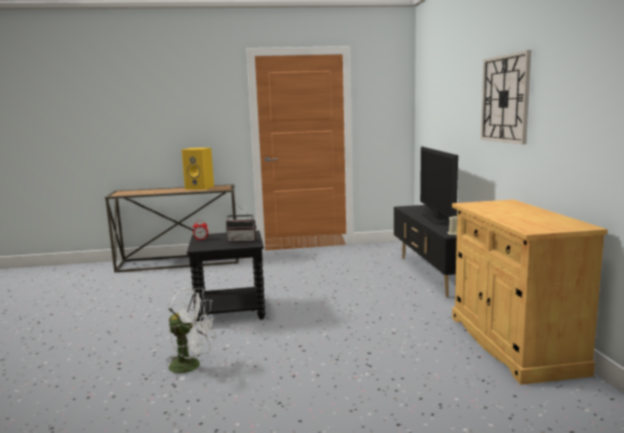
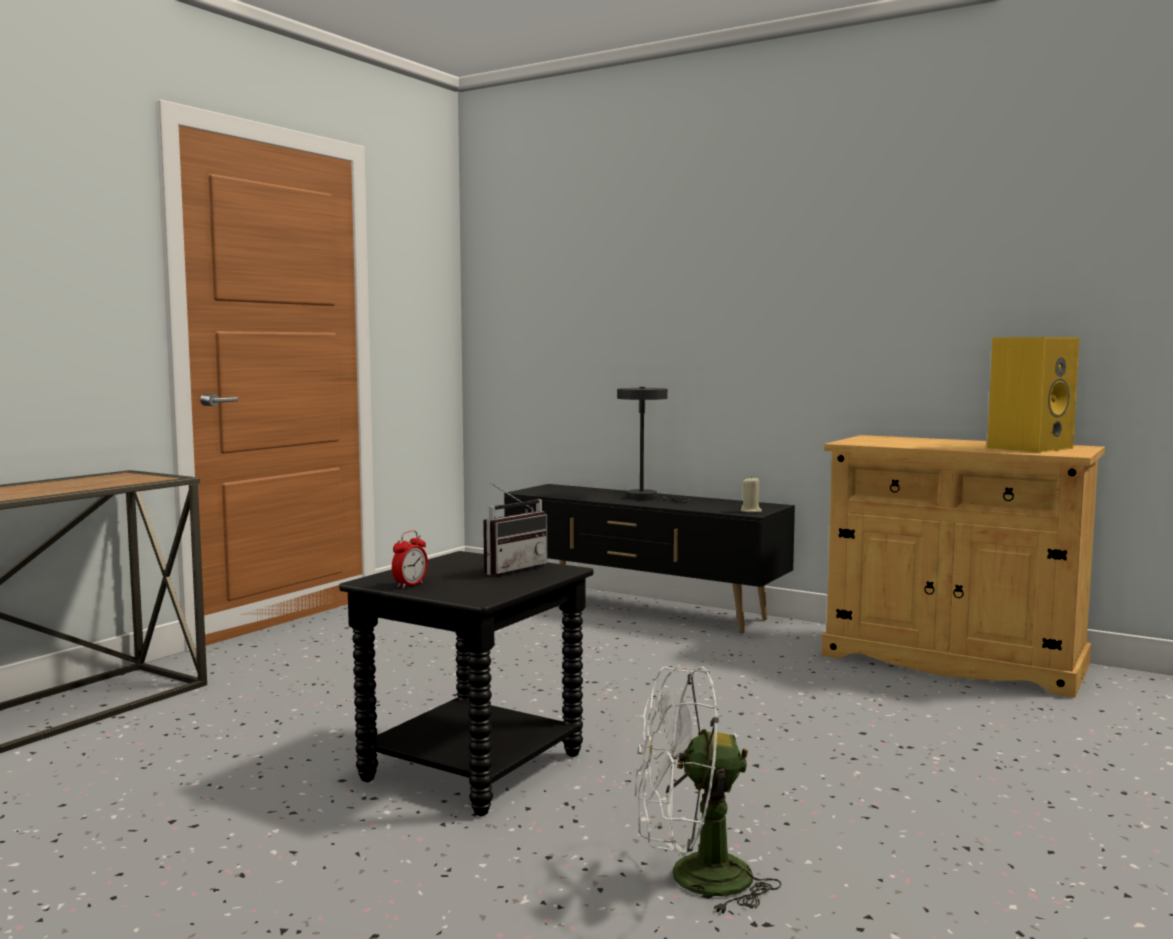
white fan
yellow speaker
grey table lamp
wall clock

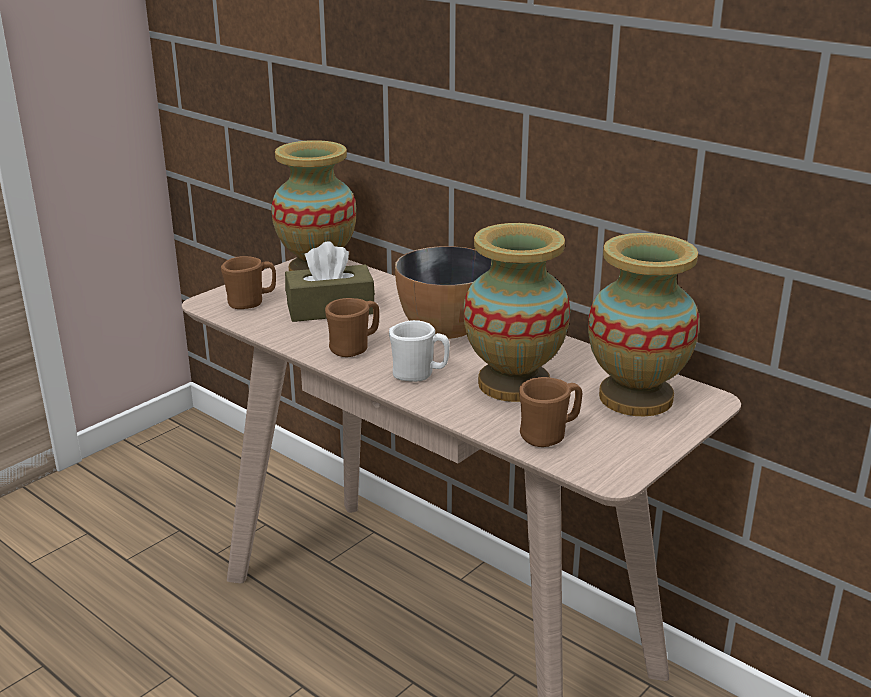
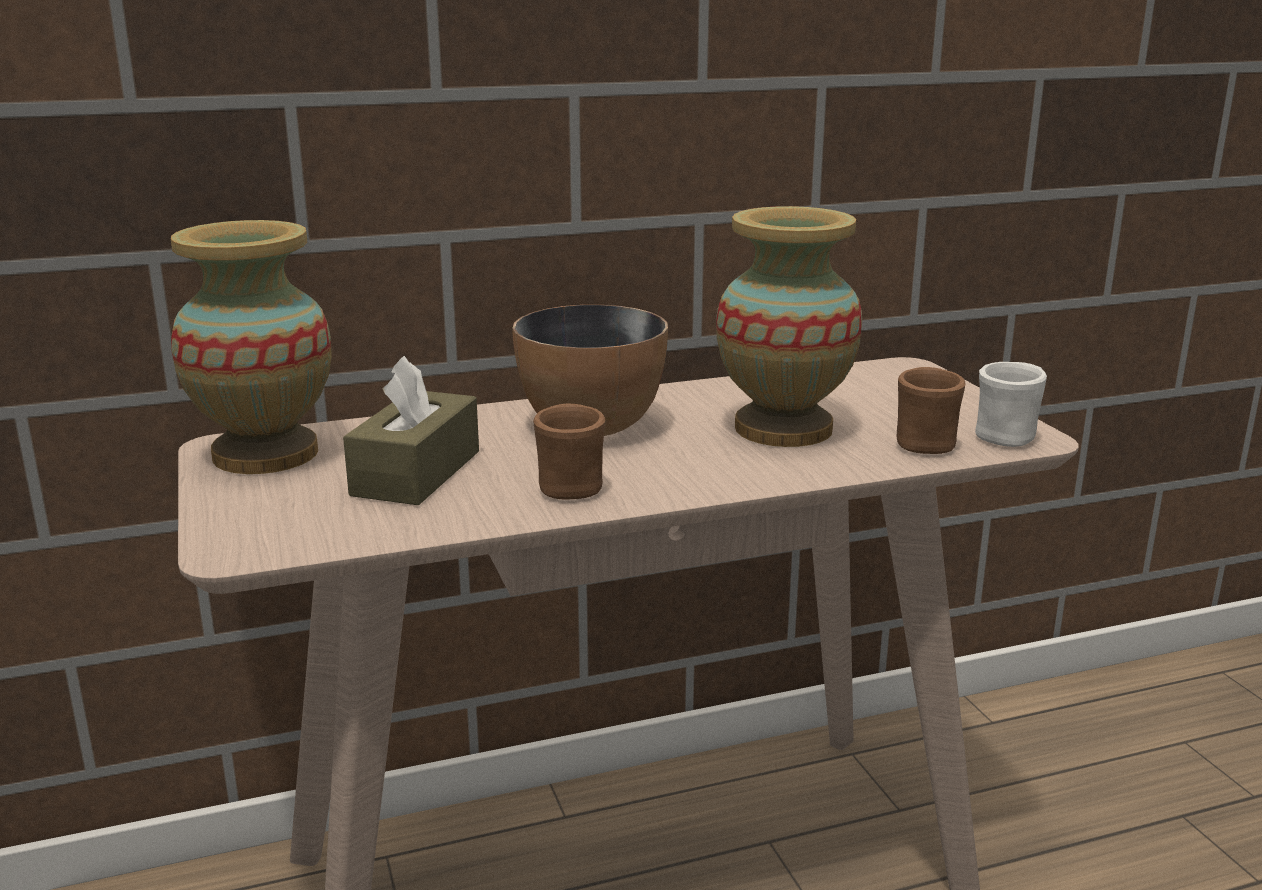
brown mug (1st from left in the first image)
white mug
vase (3rd from left in the first image)

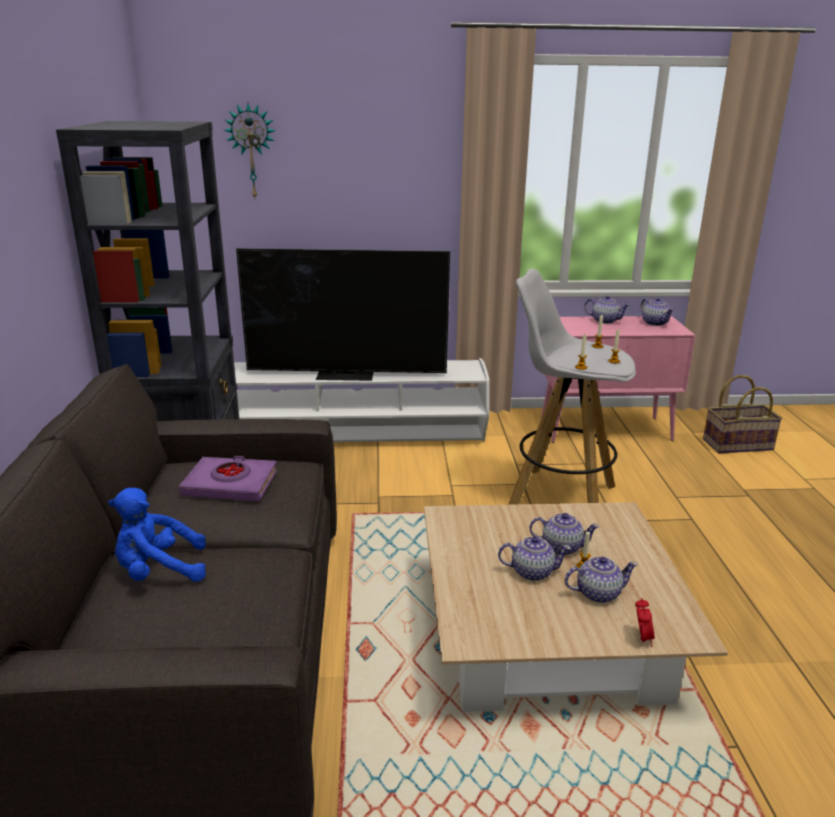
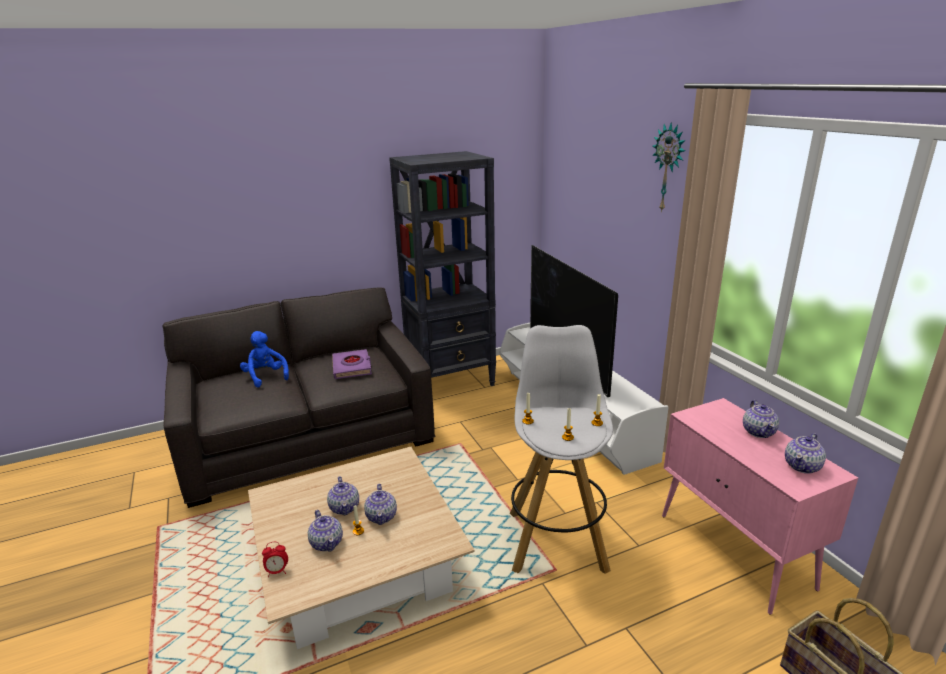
wall clock

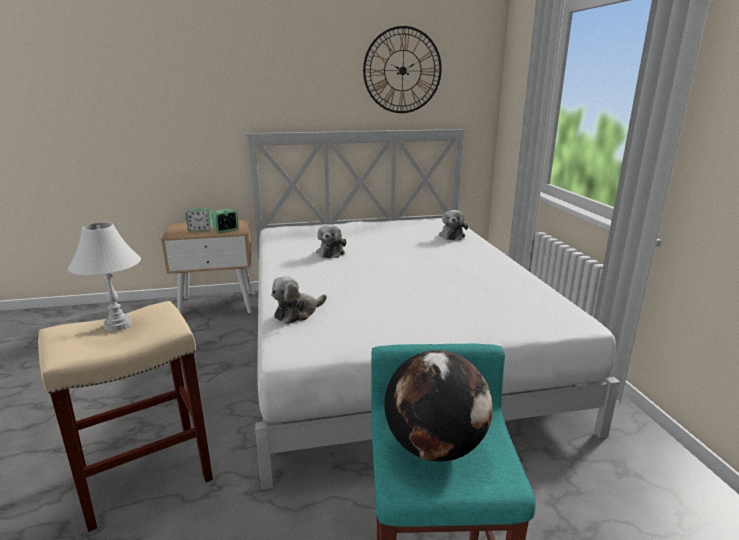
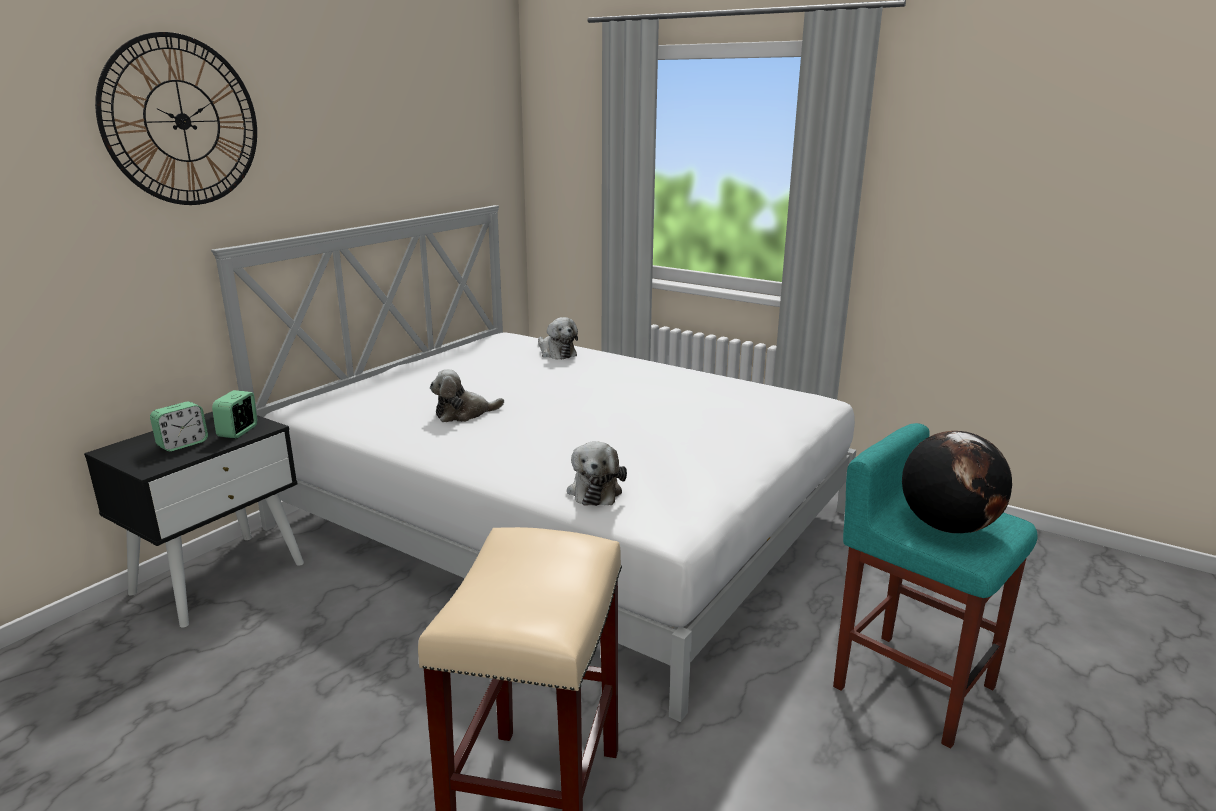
white table lamp
black nightstand
plush toy (1st from left)
wall clock

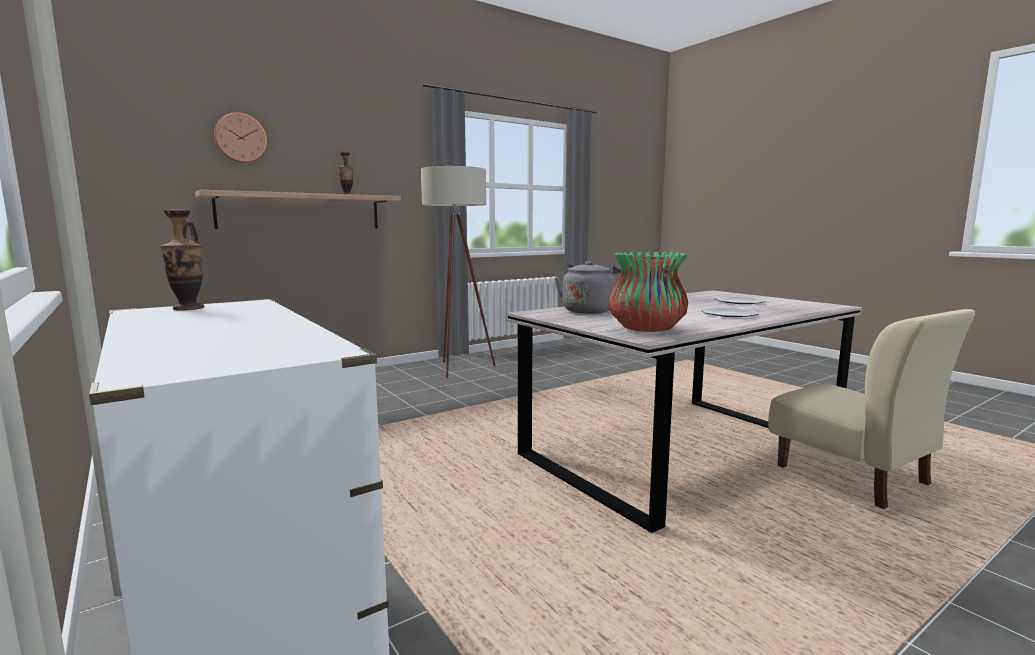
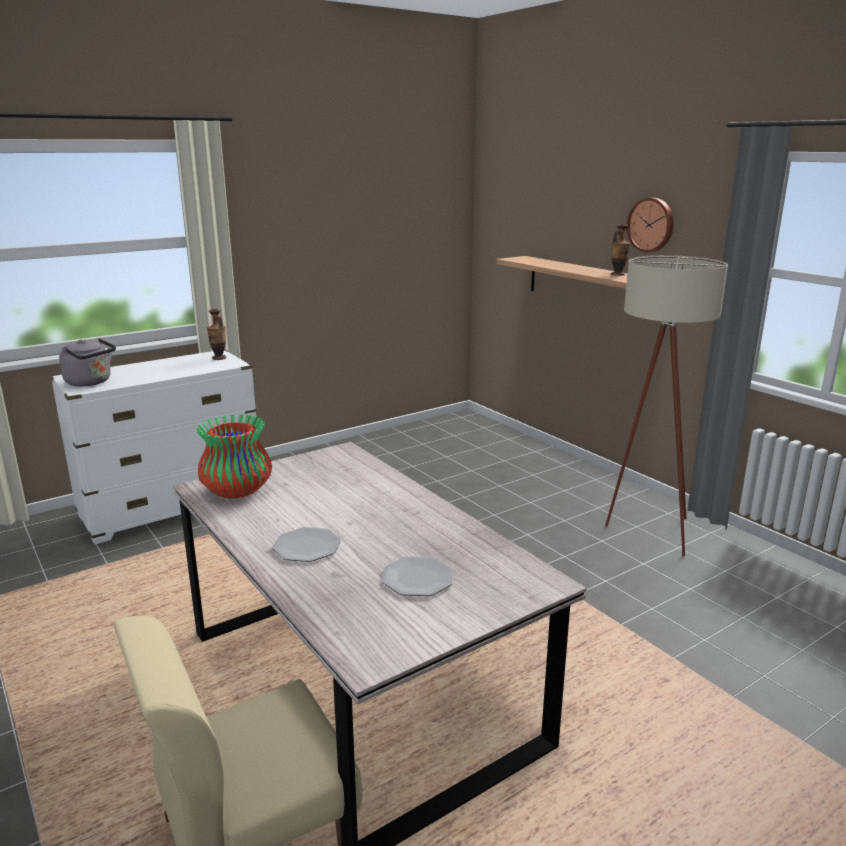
wall clock
grey kettle

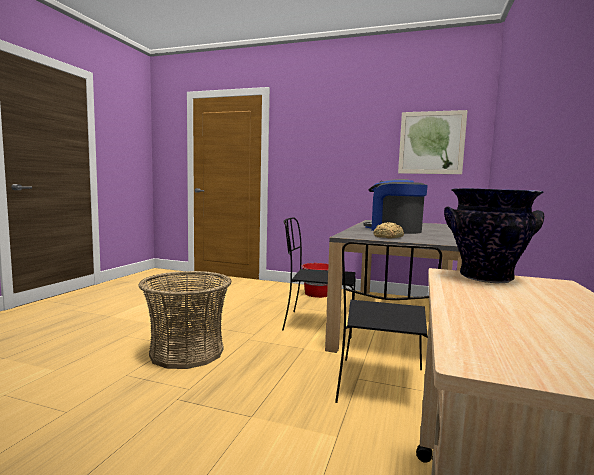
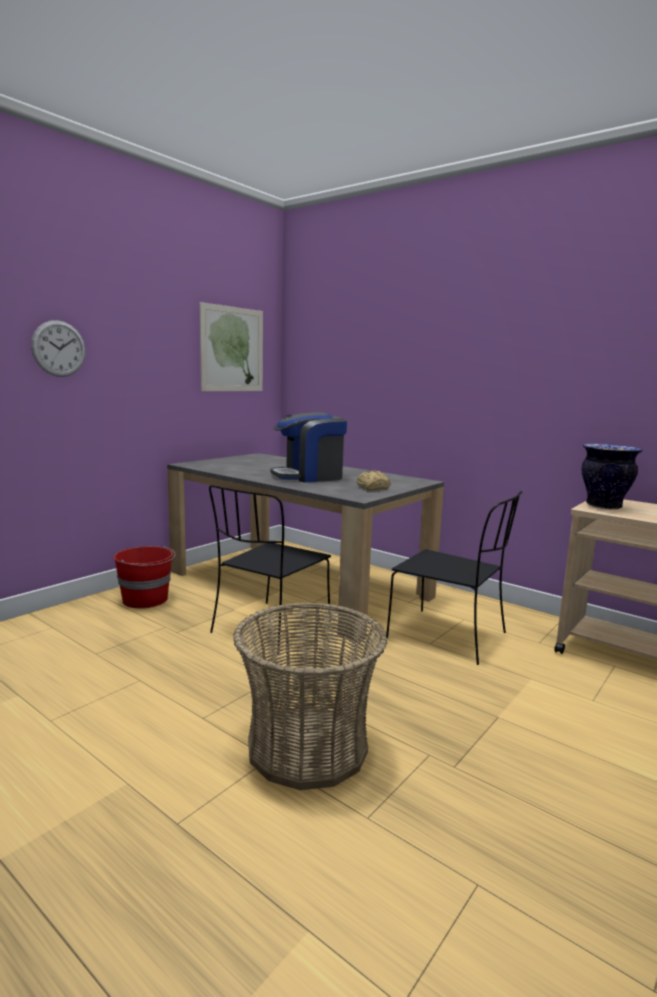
wall clock

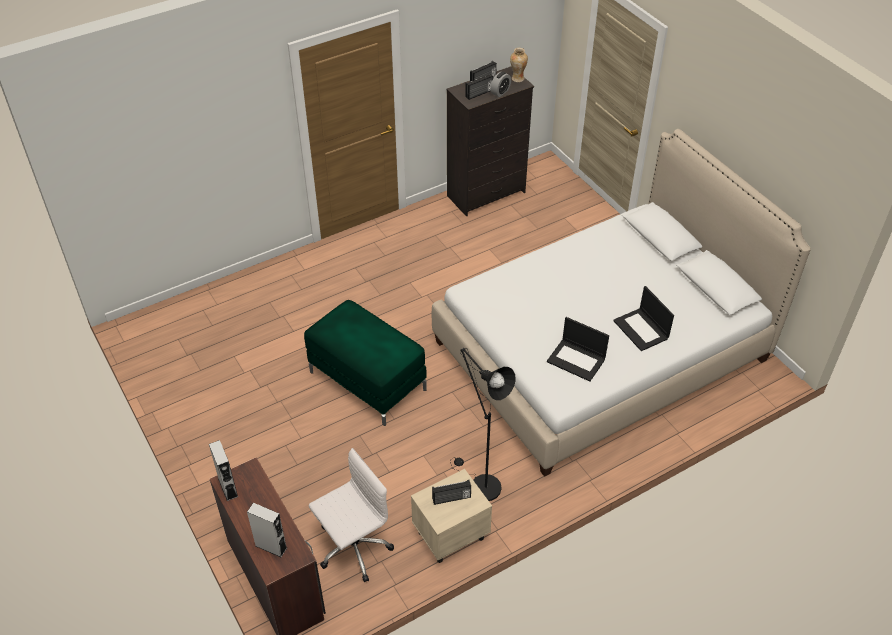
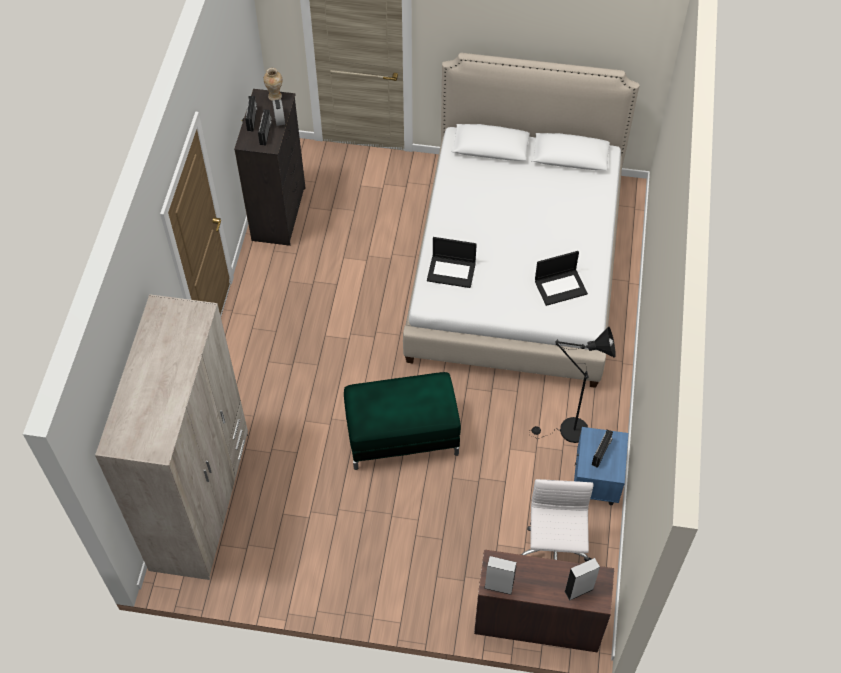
blue nightstand
laptop (1st from left)
beige wardrobe

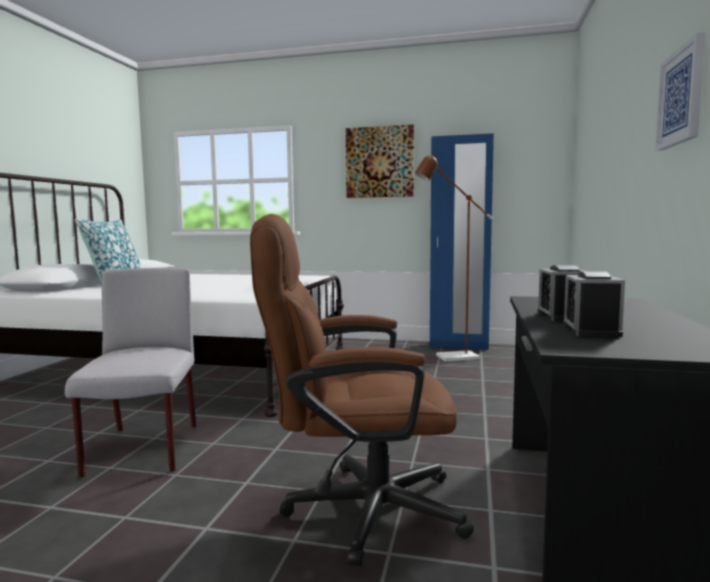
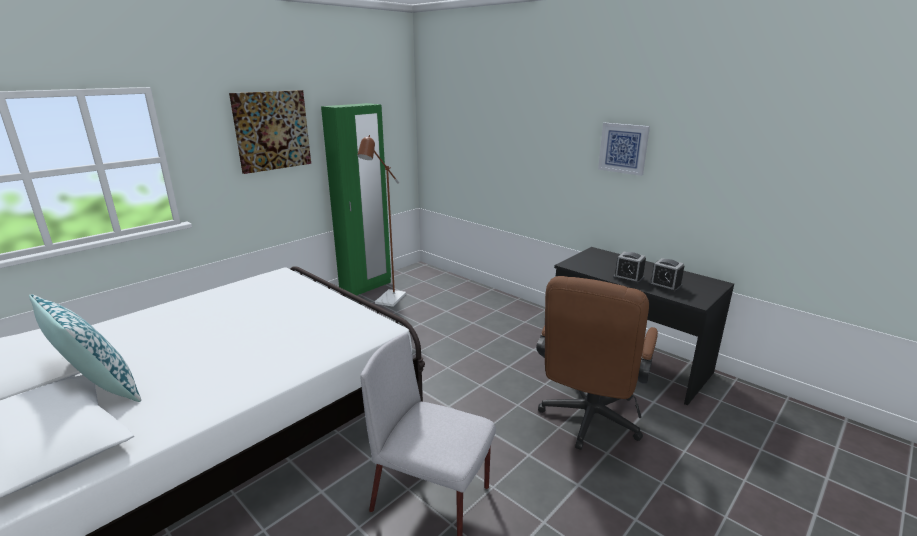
green wardrobe

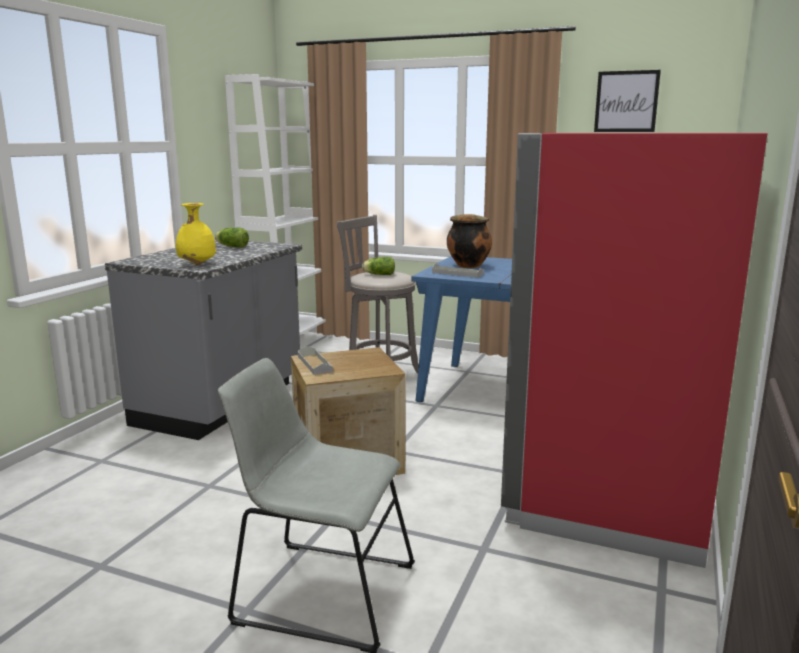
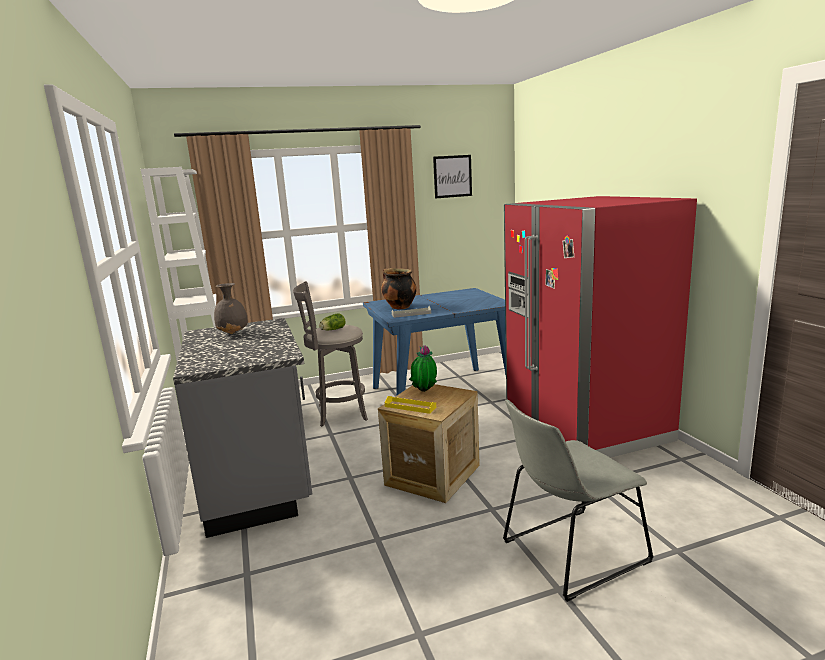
yellow vase
grey vase
yellow tray
potted plant

